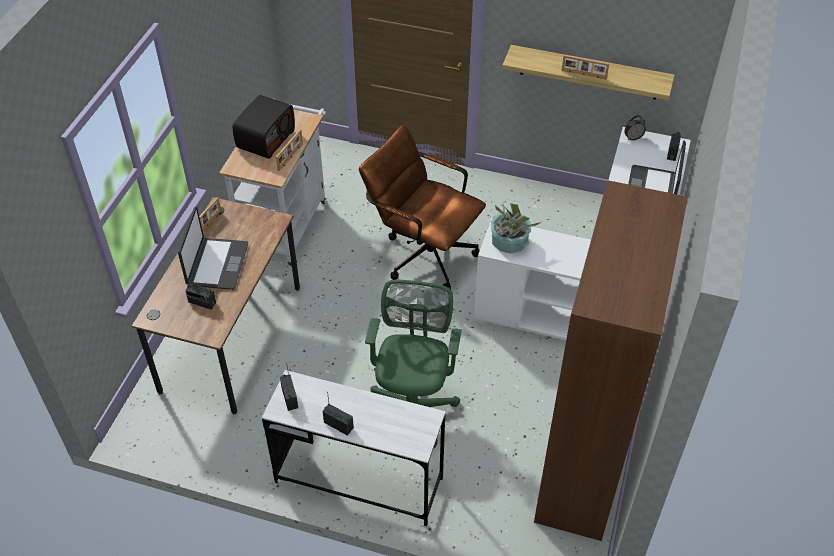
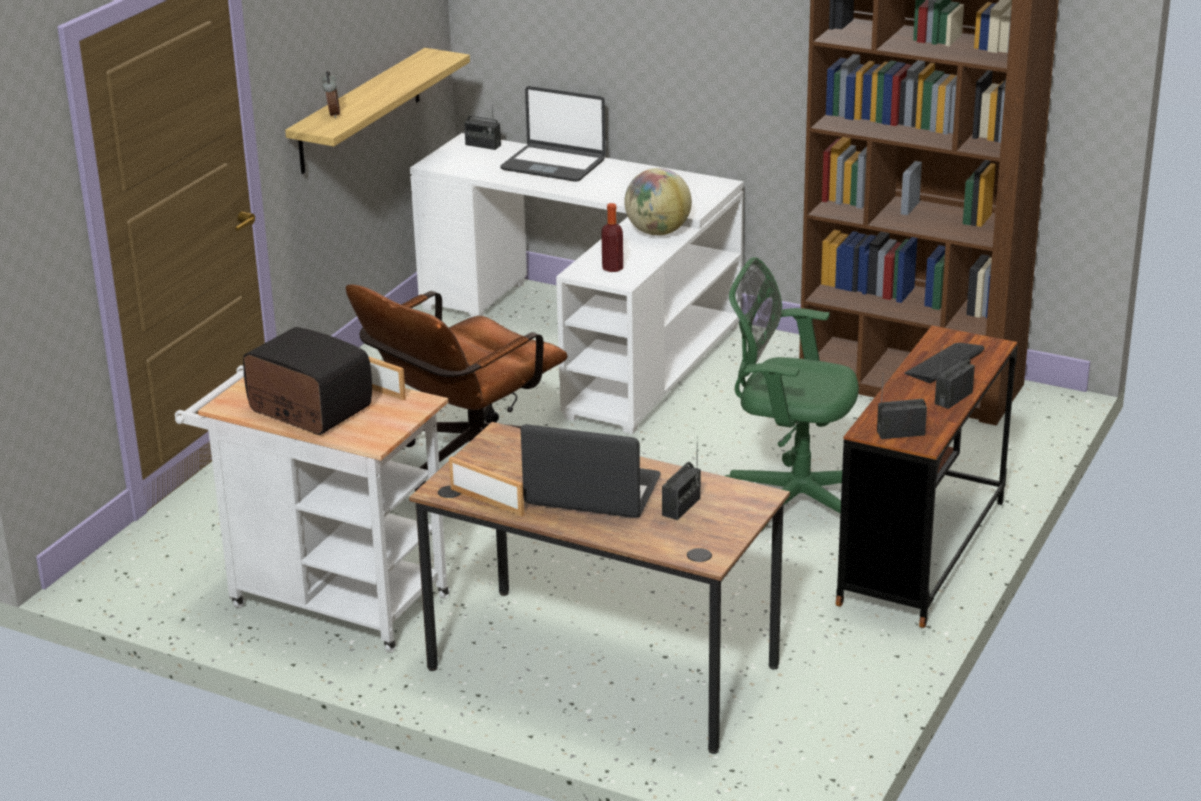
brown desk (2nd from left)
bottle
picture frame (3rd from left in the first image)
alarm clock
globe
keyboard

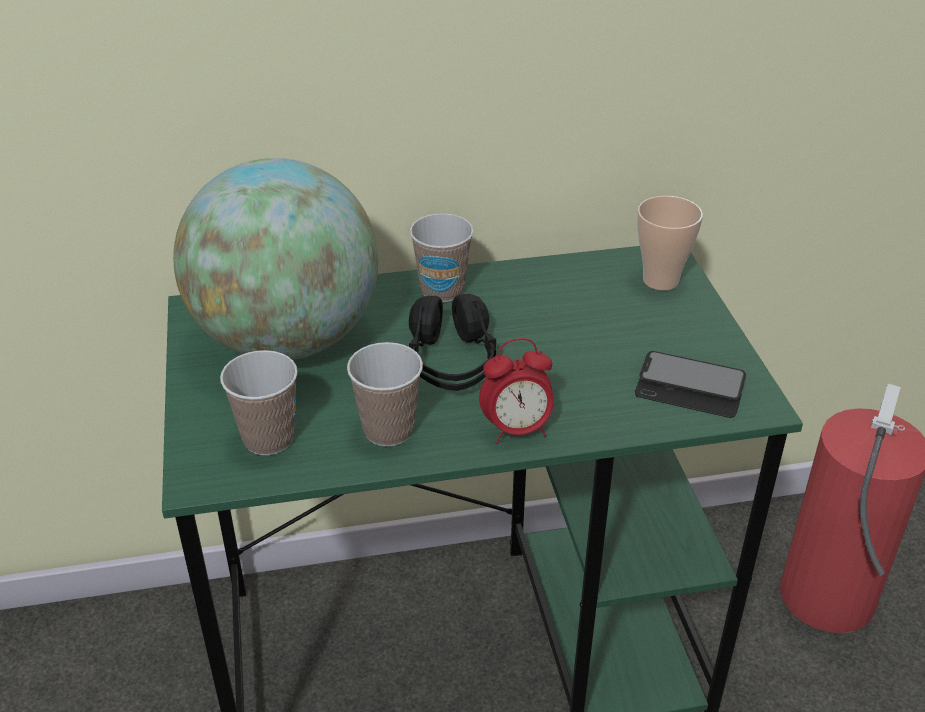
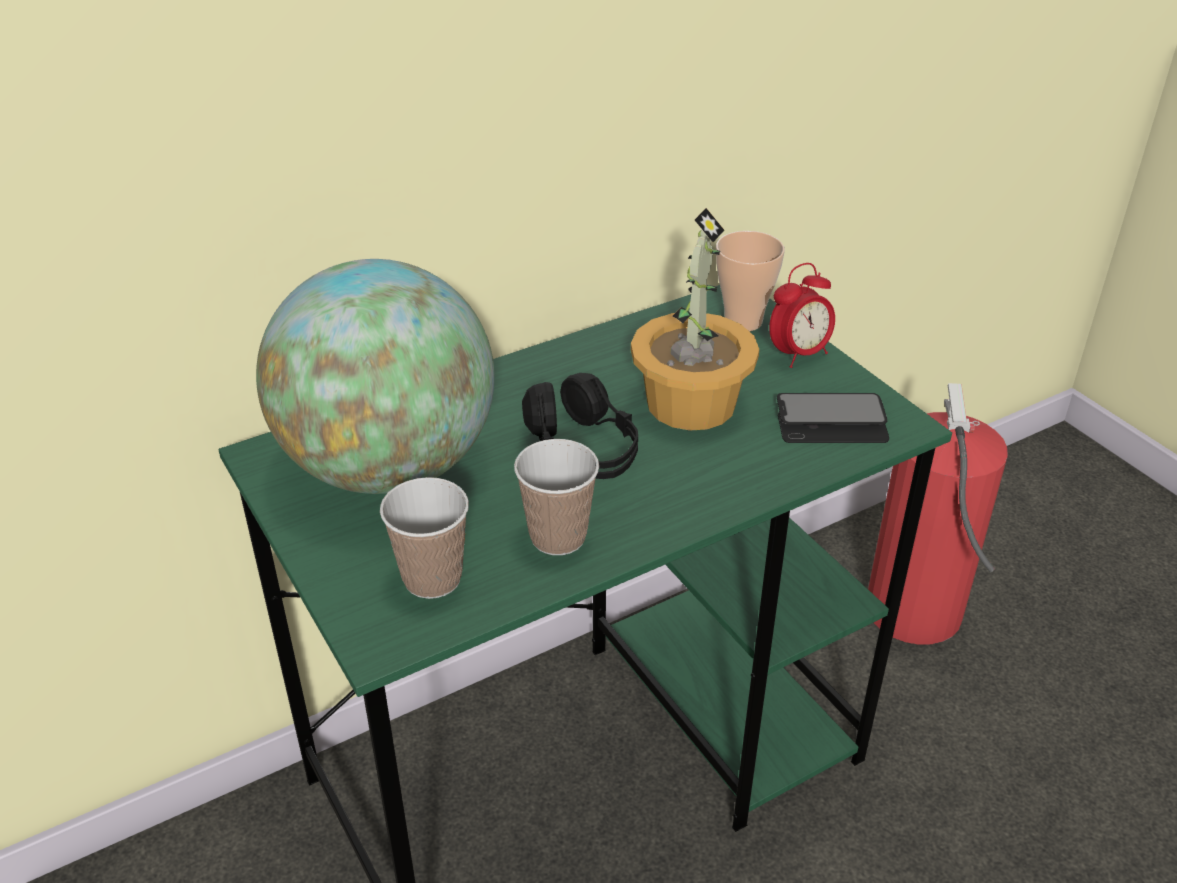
cup (3rd from left in the first image)
alarm clock
potted plant

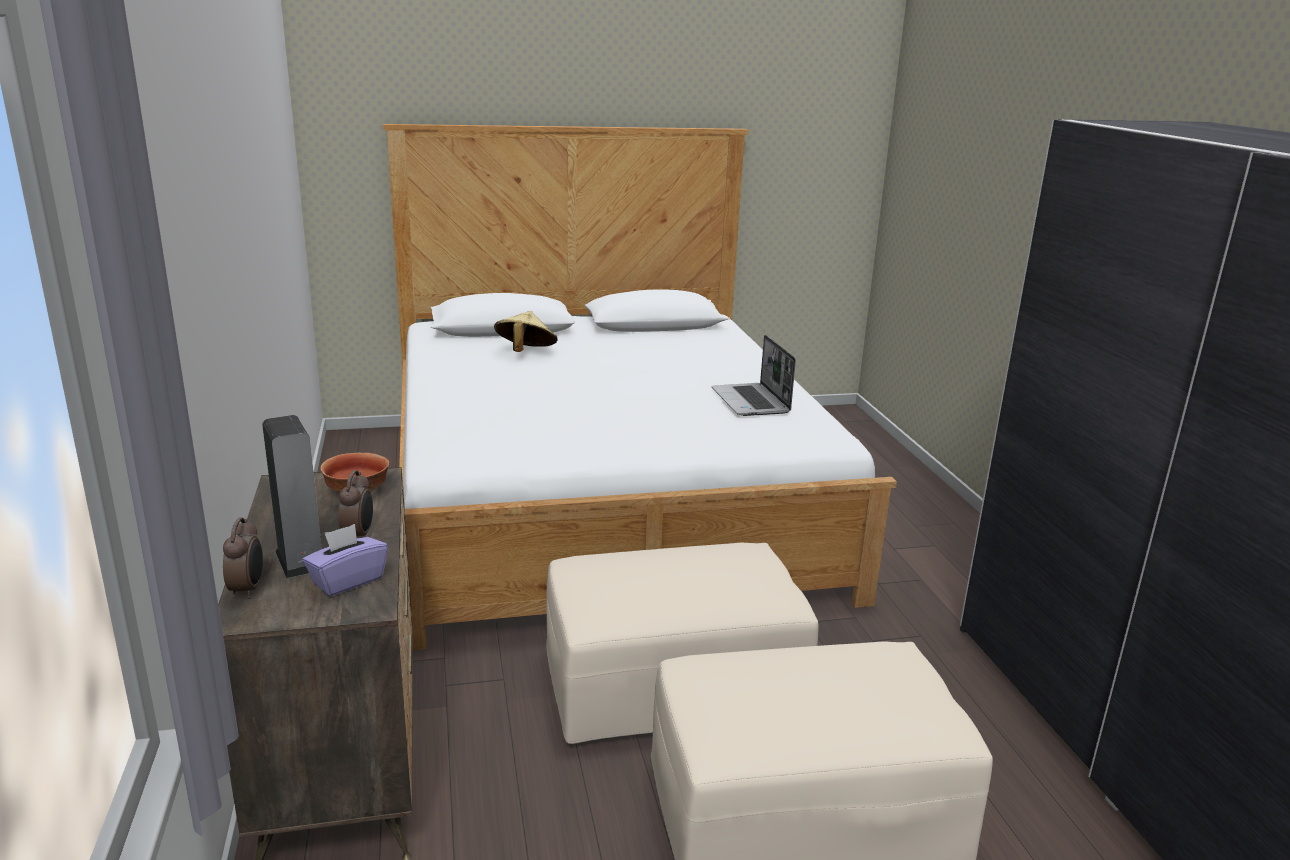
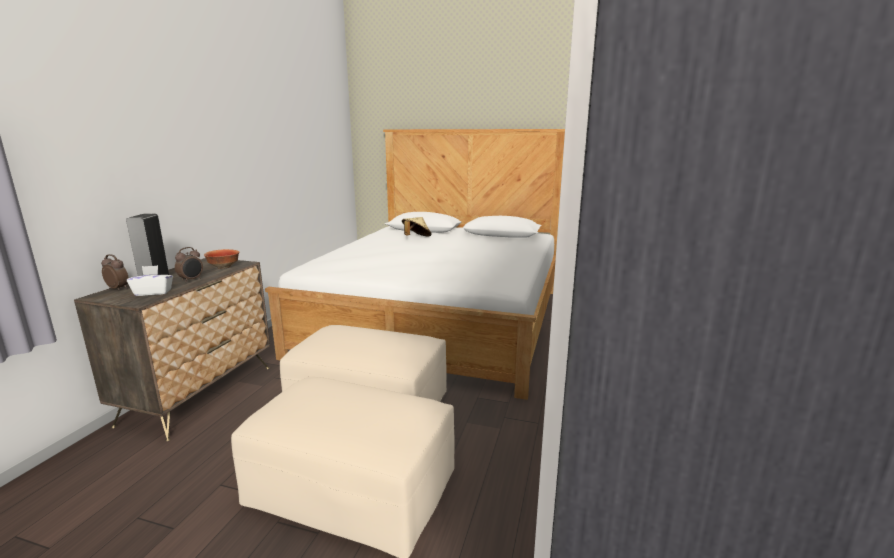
alarm clock (1st from left)
white tissue box
laptop

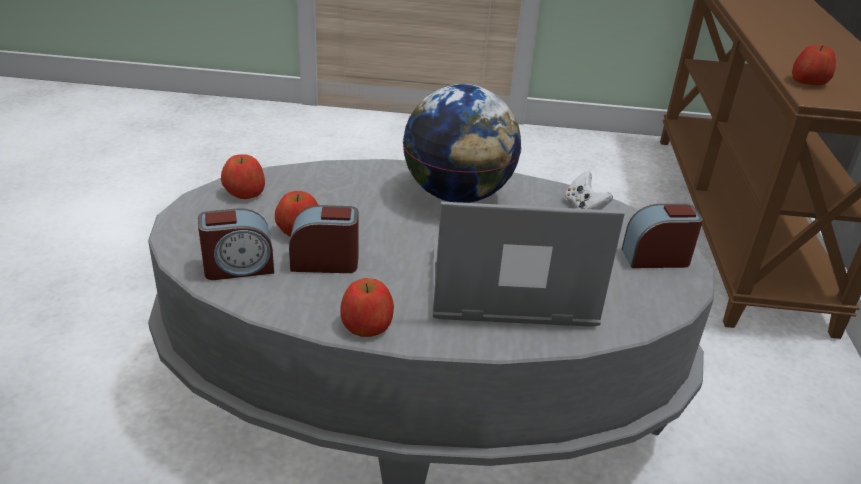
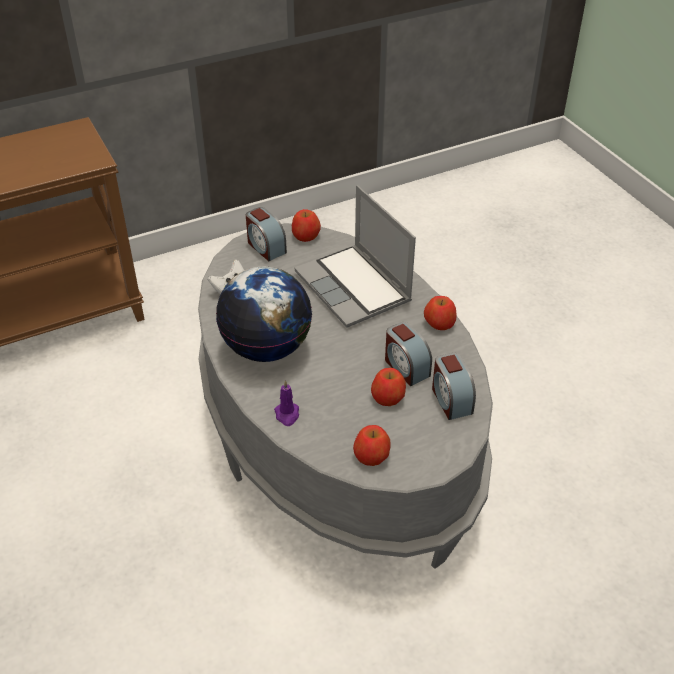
alarm clock (3rd from left)
apple (1st from left)
purple candle

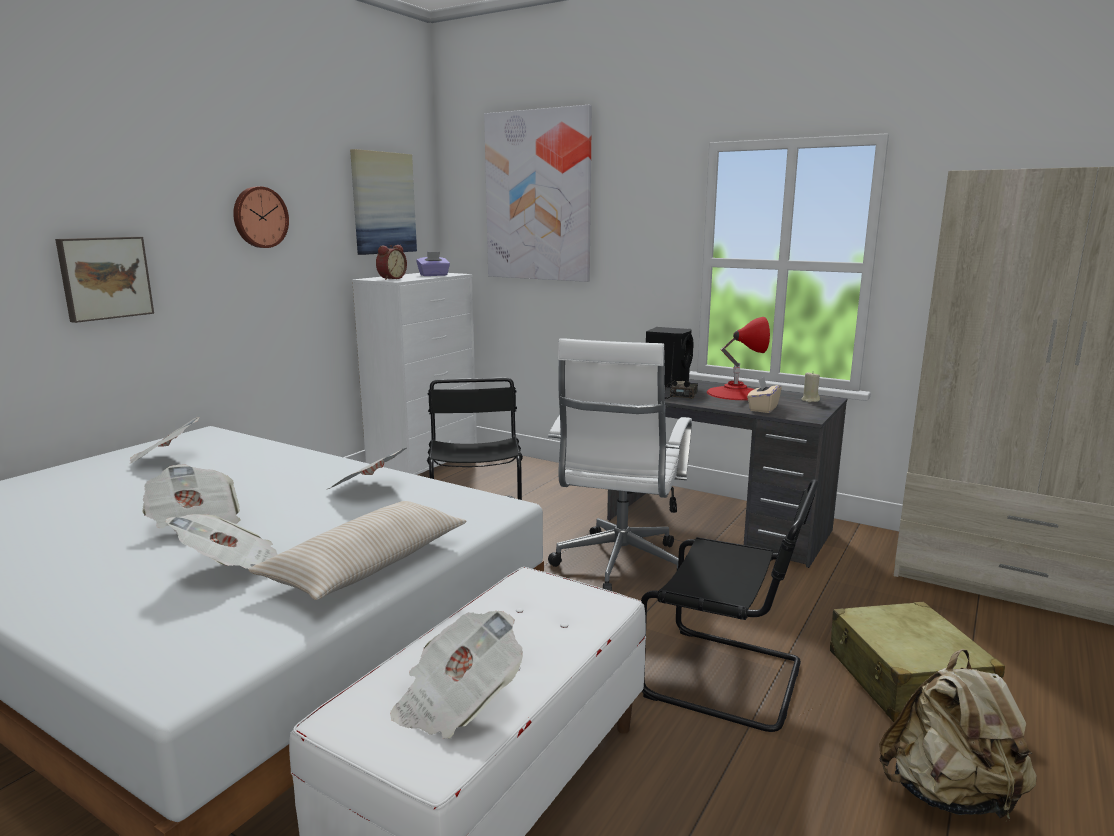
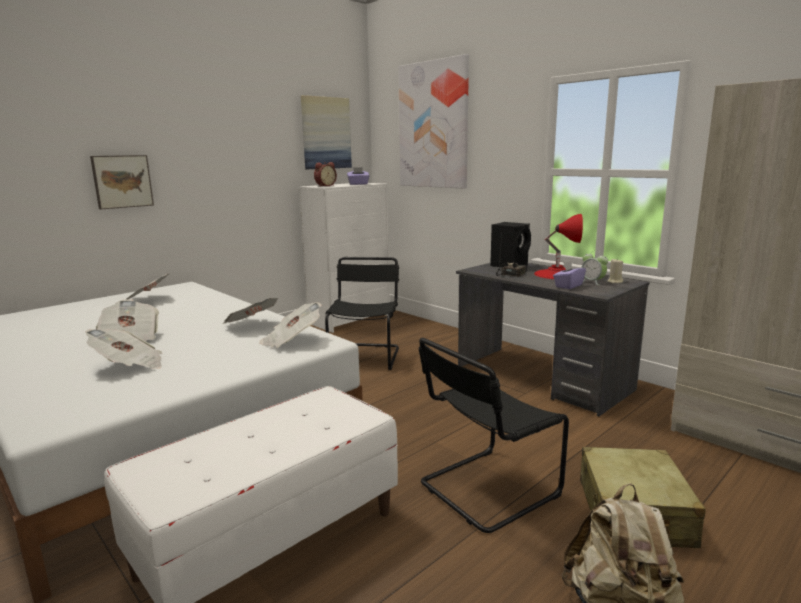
wall clock
beige pillow
newspaper (5th from left)
white office chair
black chair (2nd from left)
purple tissue box (2nd from left)
alarm clock (2nd from left)

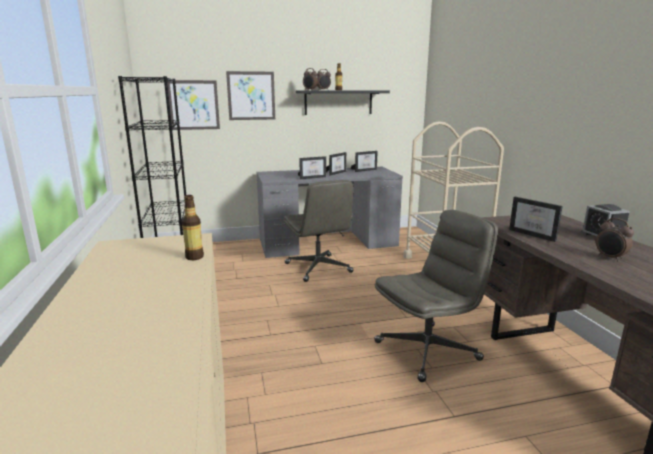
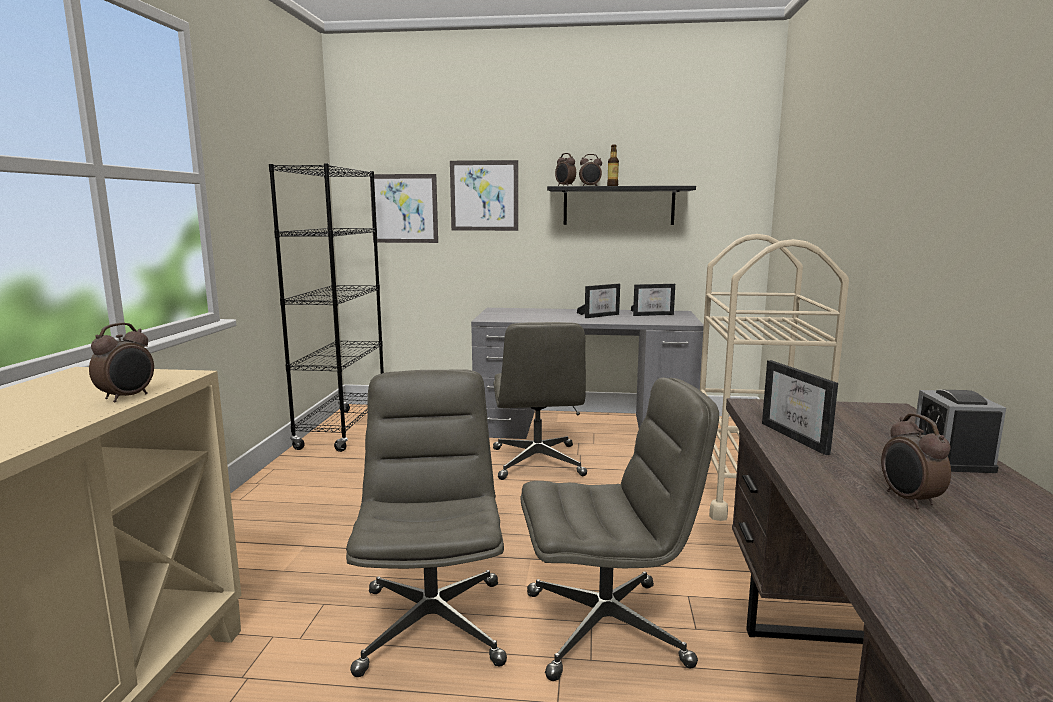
alarm clock (1st from left)
picture frame (1st from left in the first image)
grey office chair (1st from left)

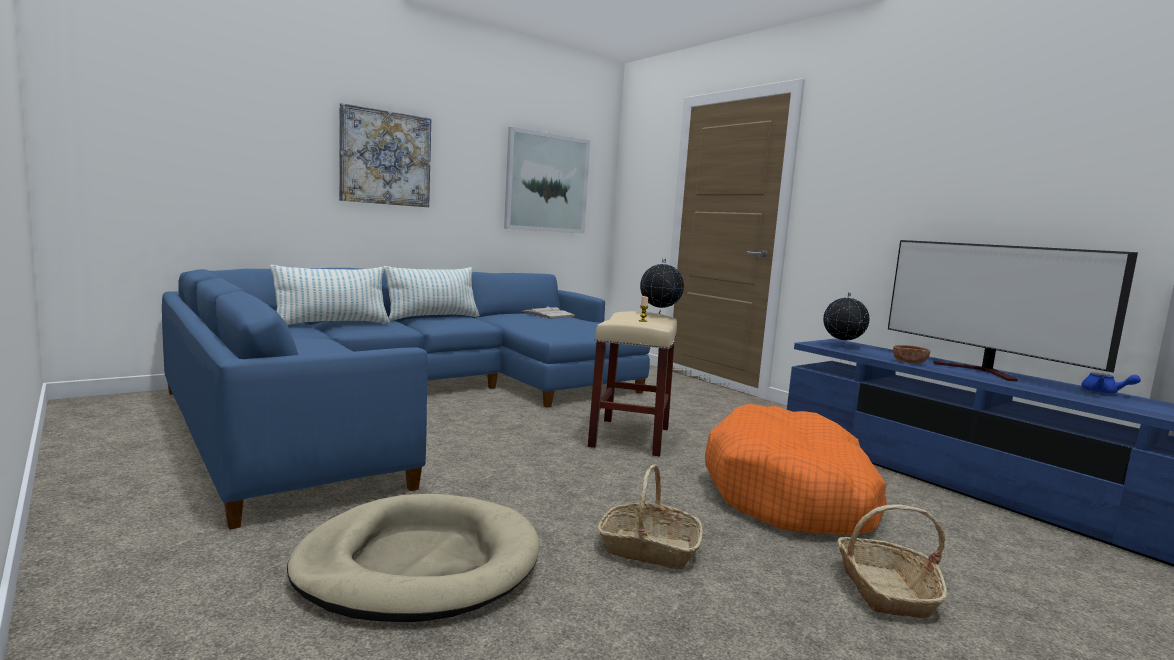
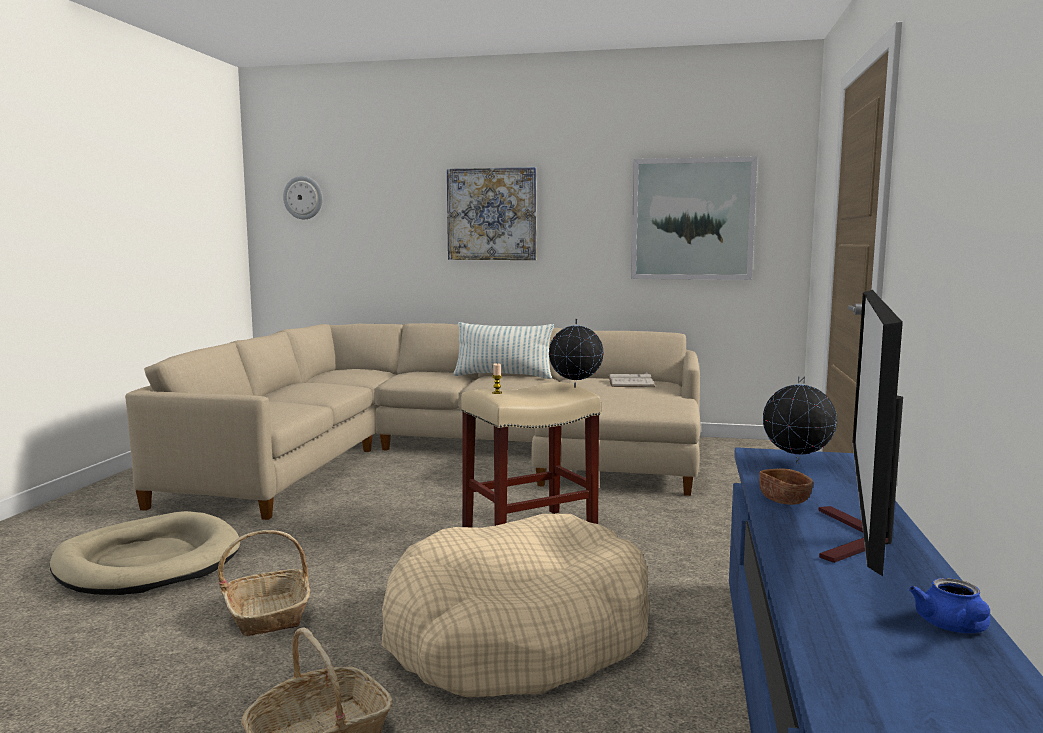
beige sofa
pillow (1st from left in the first image)
beige dog bed (2nd from left)
wall clock

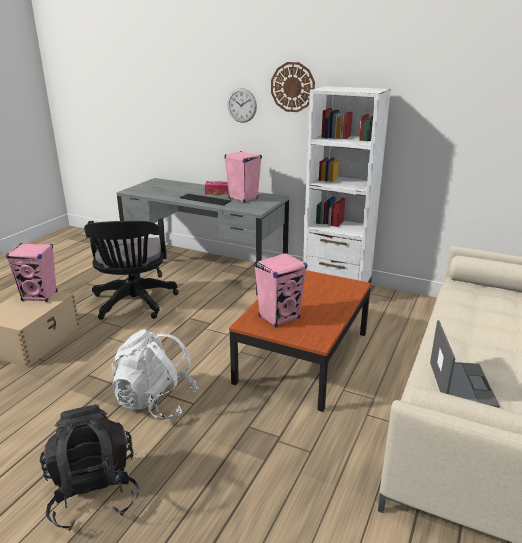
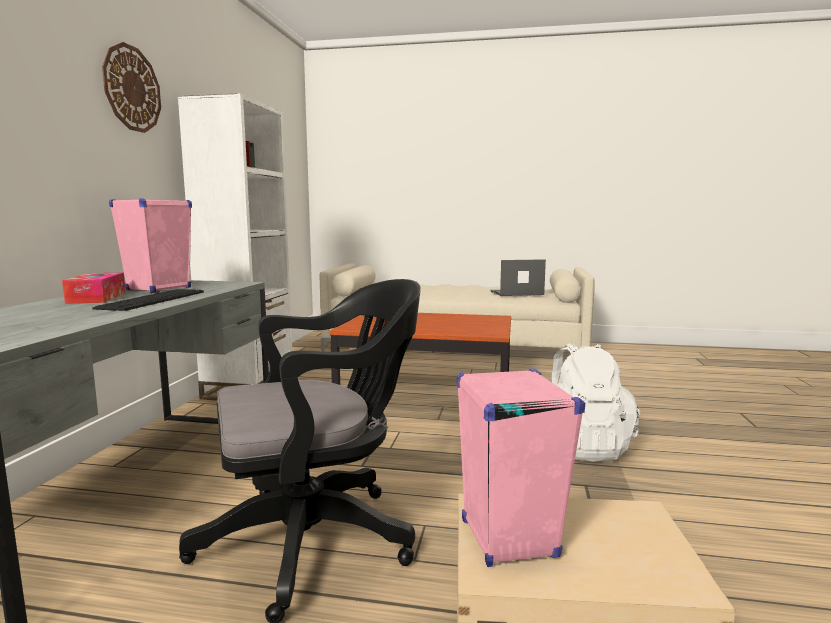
black backpack
wall clock (1st from left in the first image)
pink speaker (3rd from left in the first image)

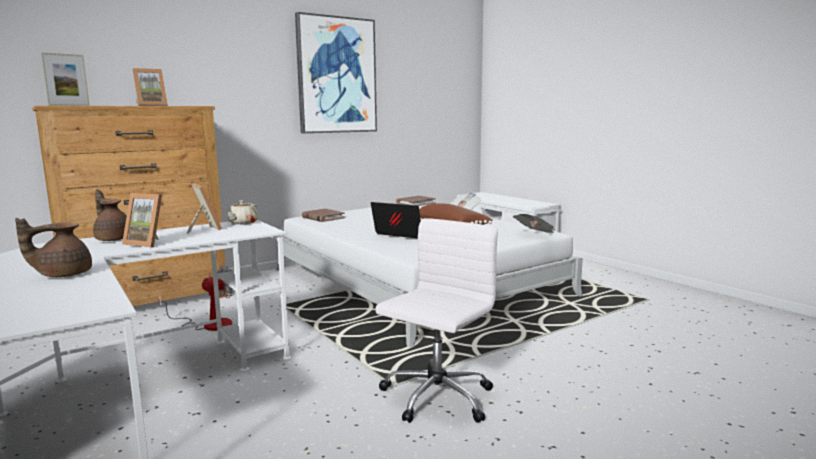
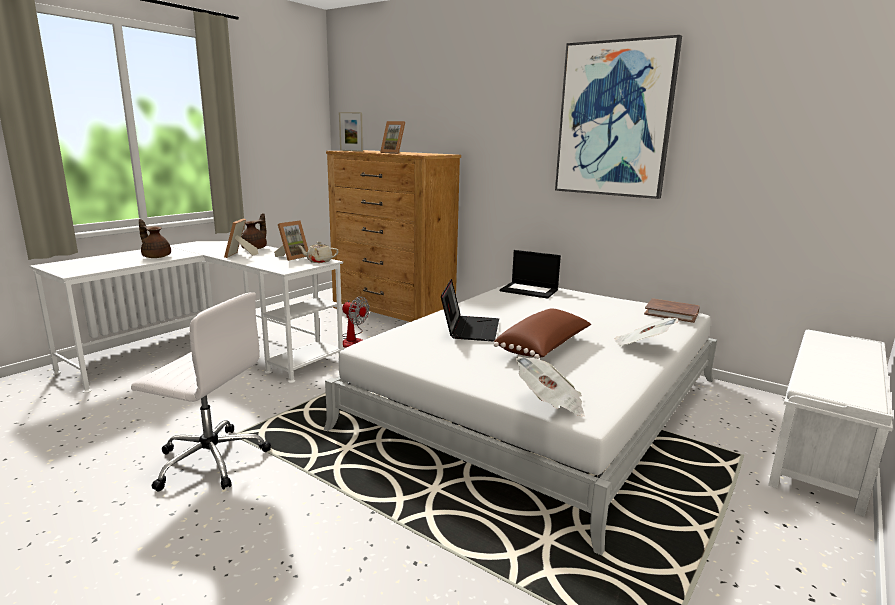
laptop (2nd from left)

